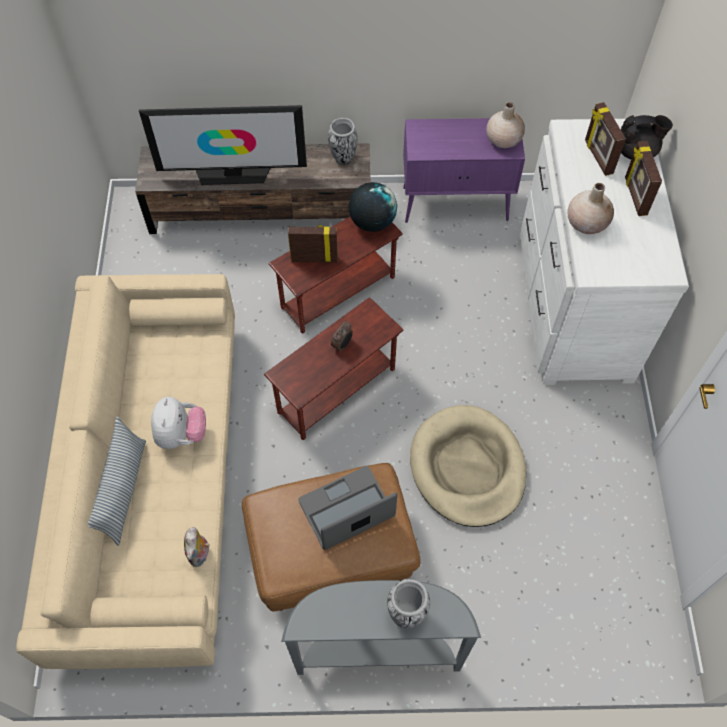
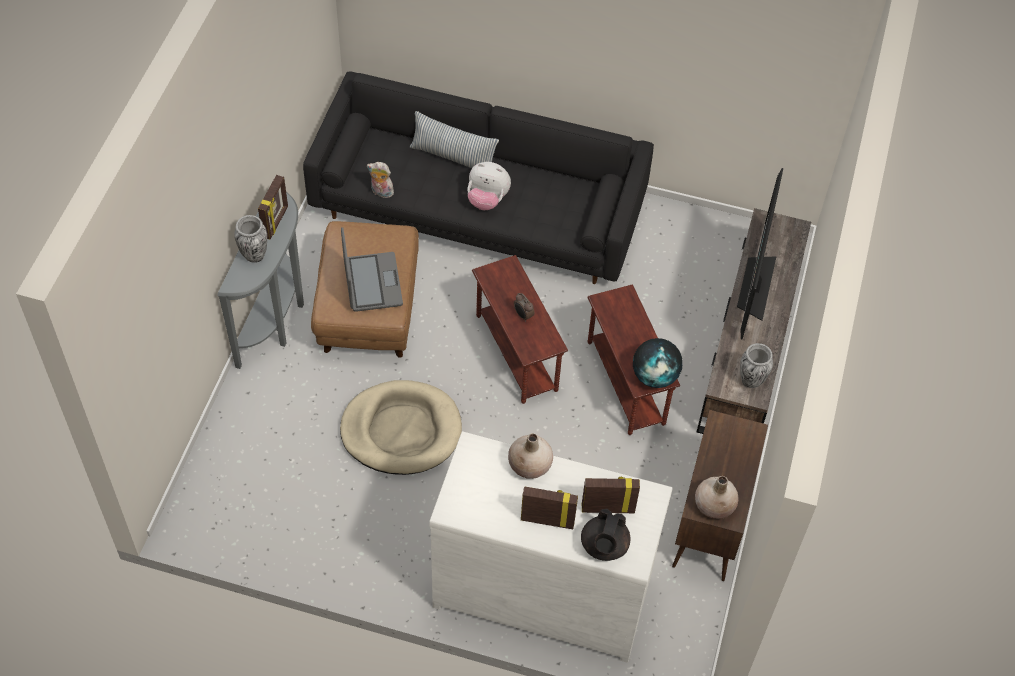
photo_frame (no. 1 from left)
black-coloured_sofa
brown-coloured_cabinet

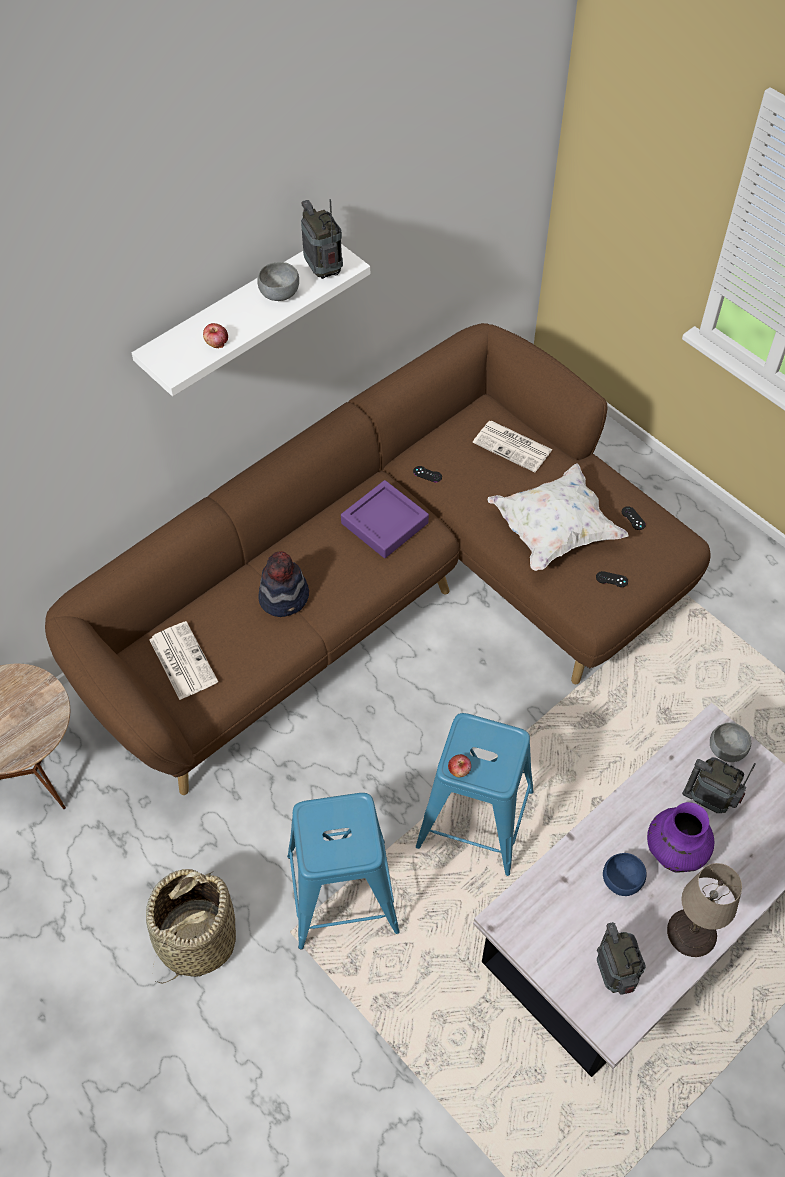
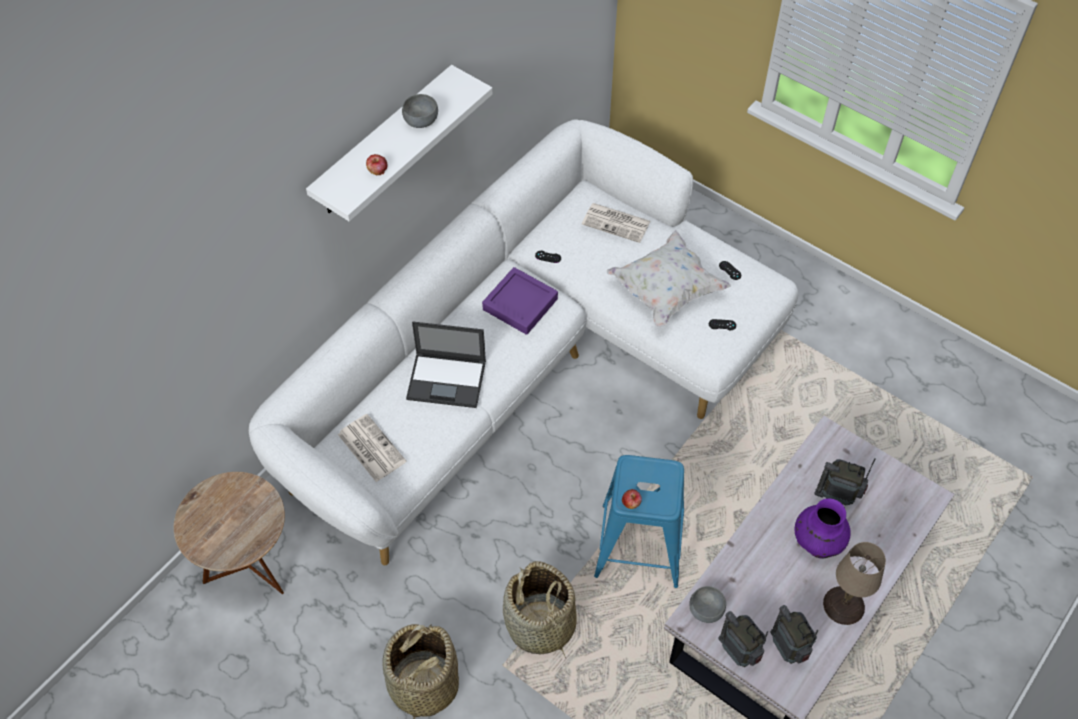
white_sofa
notebook_computer
storage_basket (no. 2 from left)
grey_serving_bowl (no. 2 from left)
radio_receiver (no. 1 from left)
blue_serving_bowl

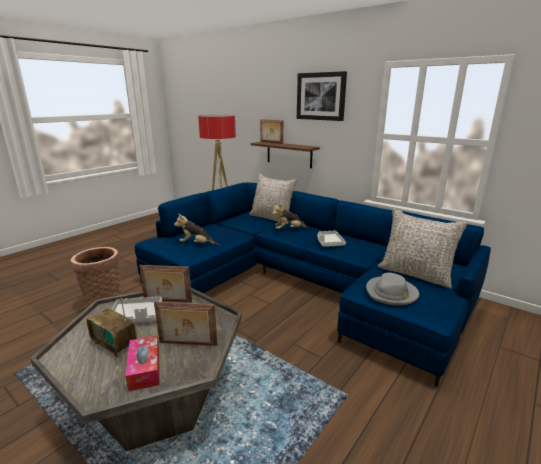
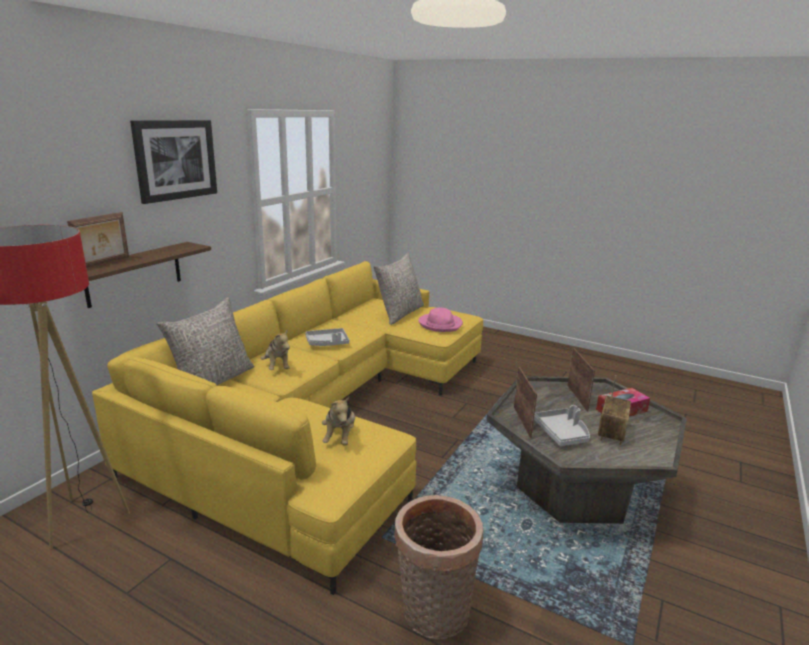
yellowish_sofa
pink-coloured_wearable_hat

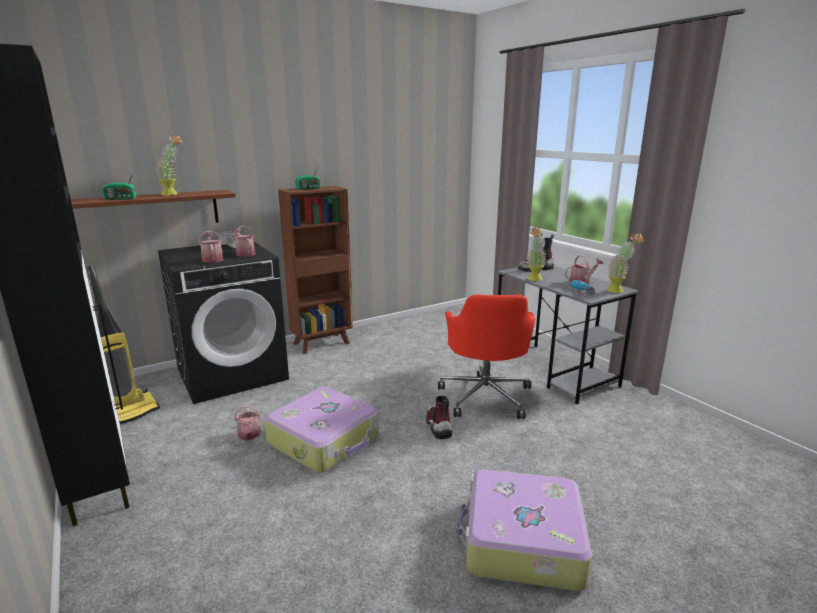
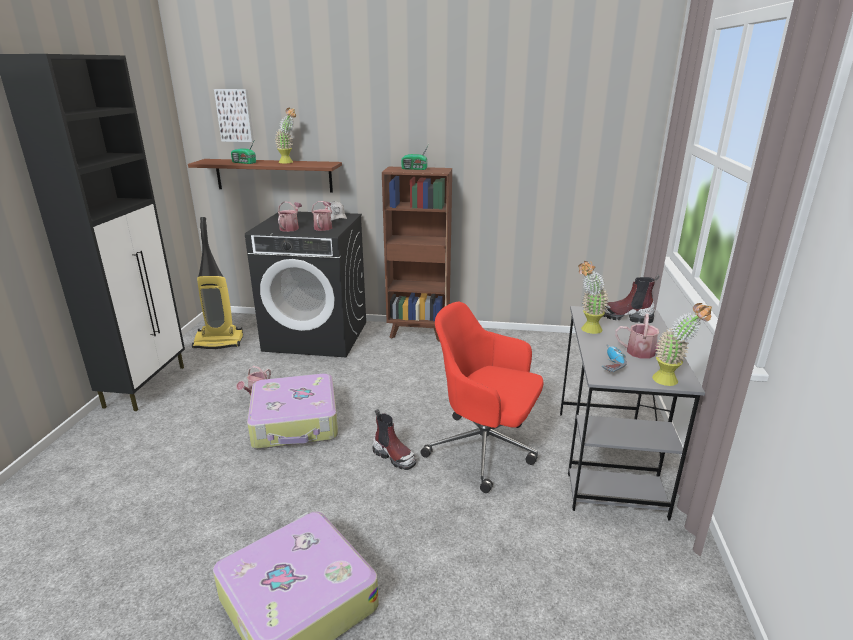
picture
boot (no. 1 from left)
red_computer_chair

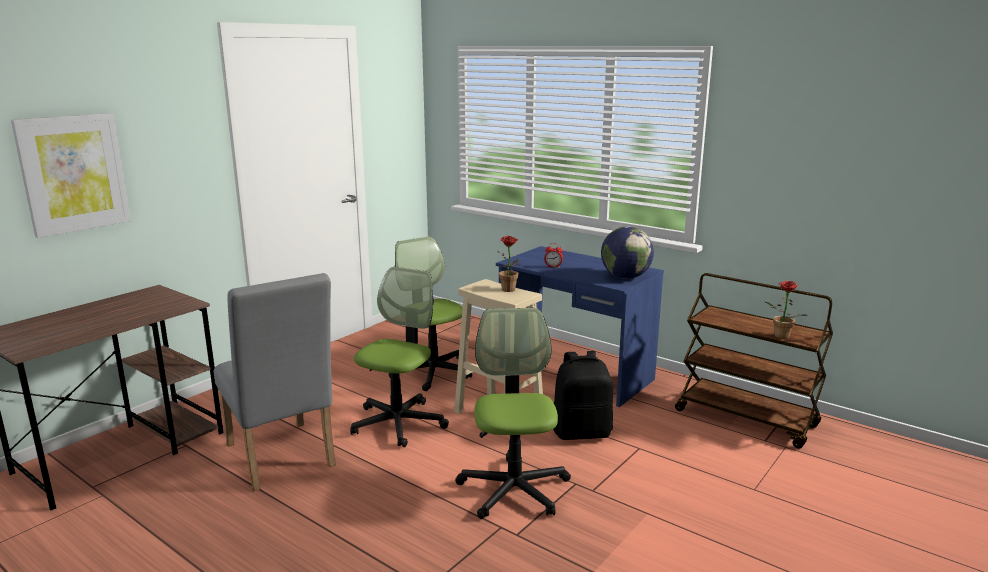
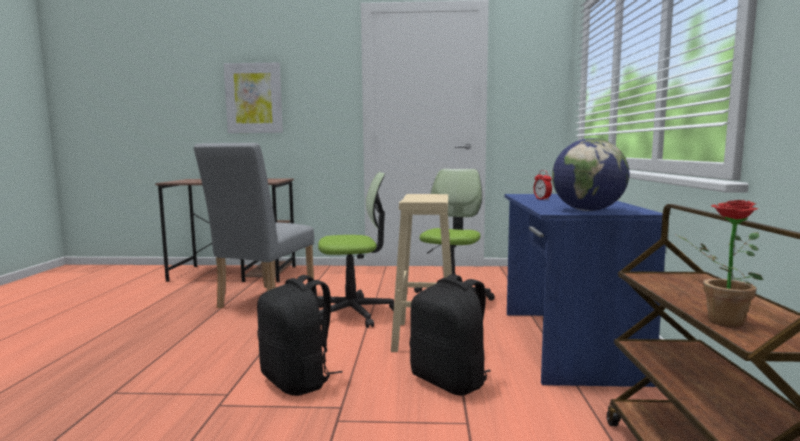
black-coloured_rucksack (no. 1 from left)
houseplant (no. 1 from left in the first image)

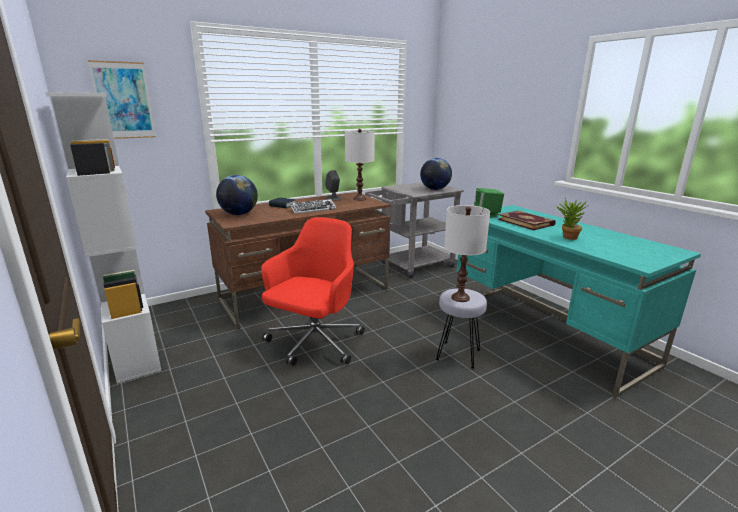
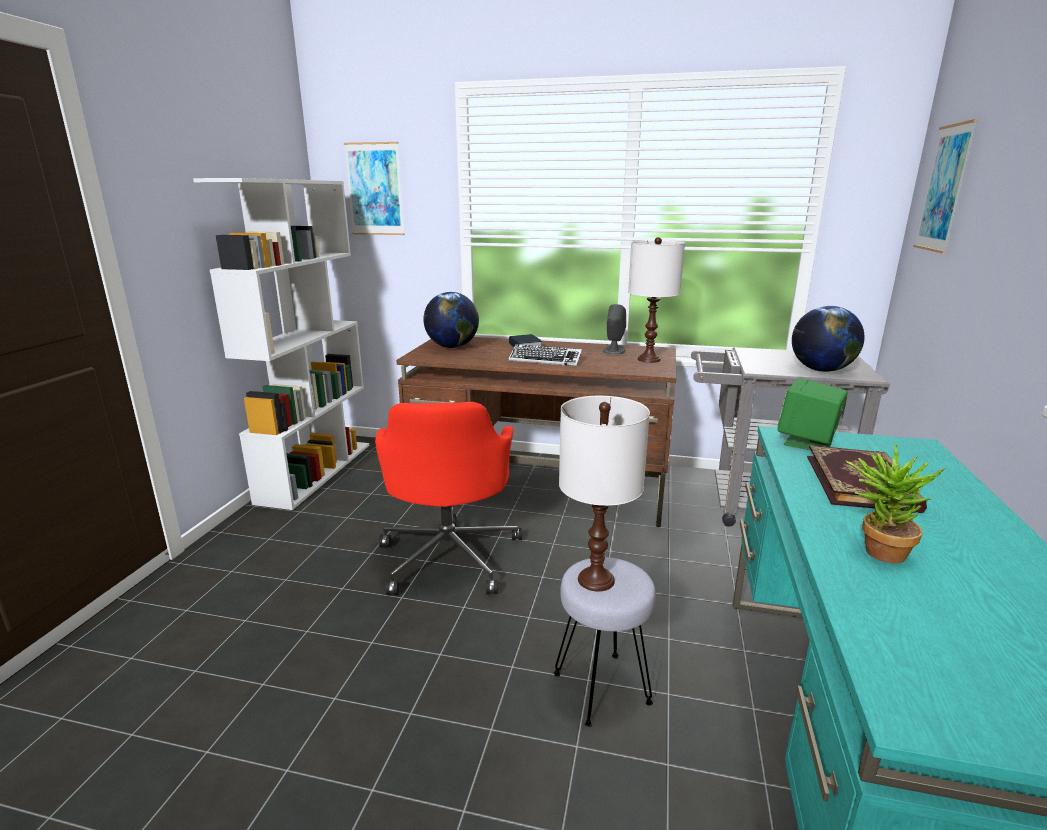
red_computer_chair
picture (no. 2 from left)

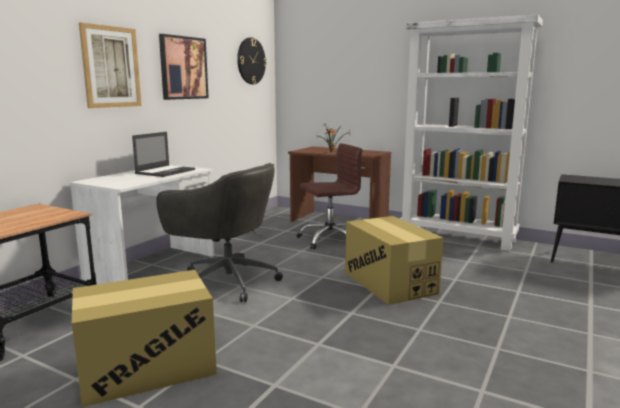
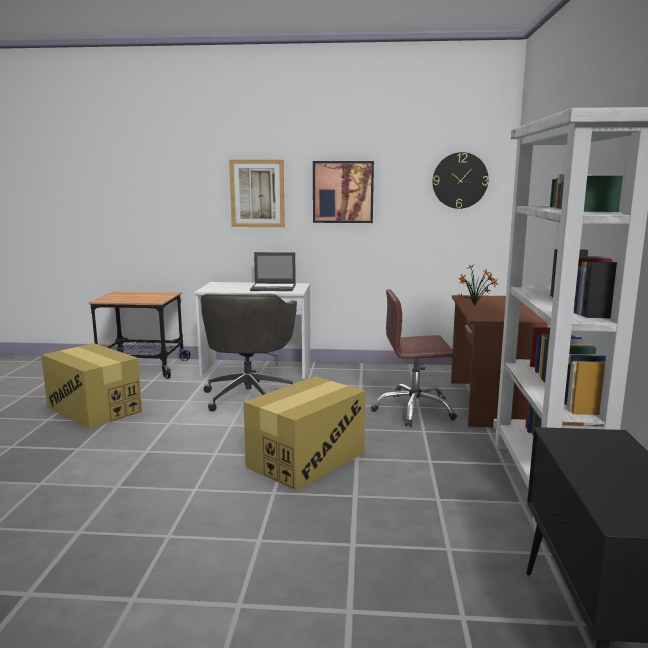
brown-coloured_computer_chair

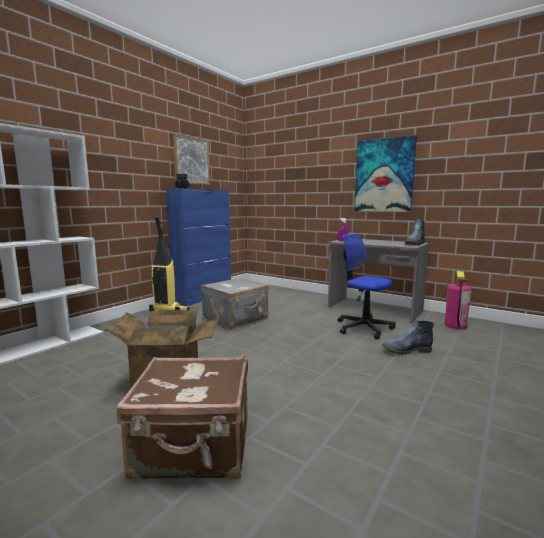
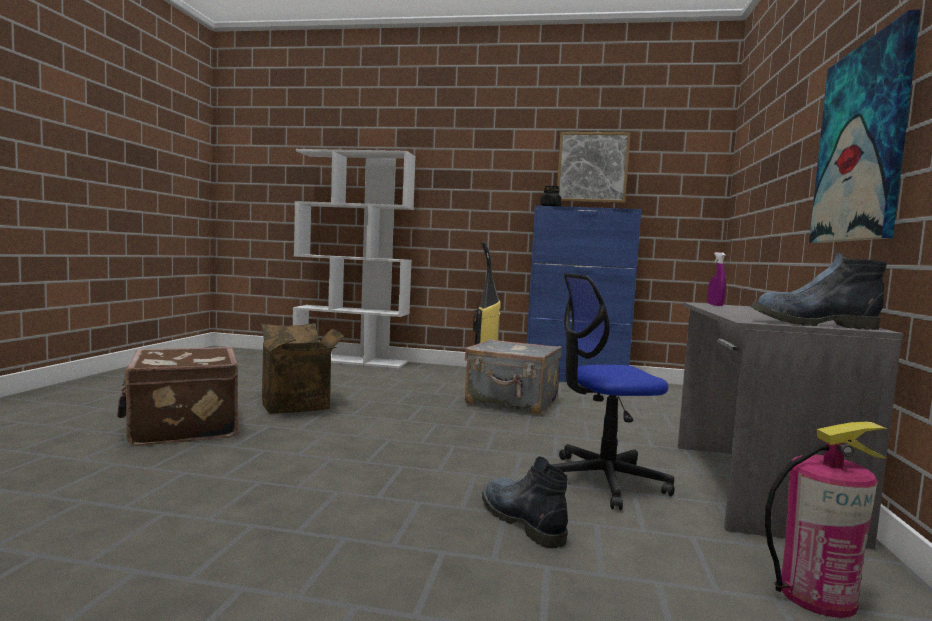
computer_chair

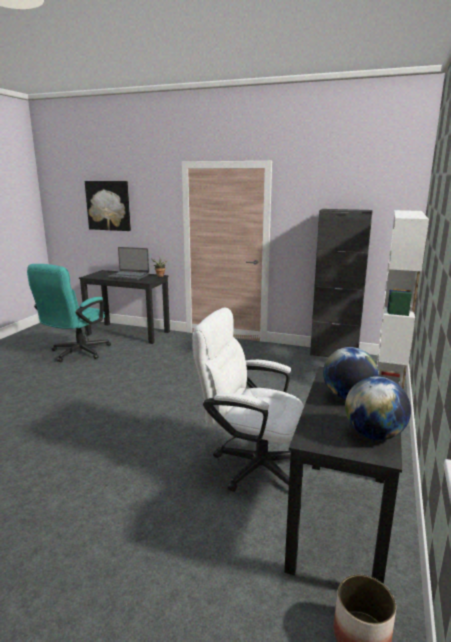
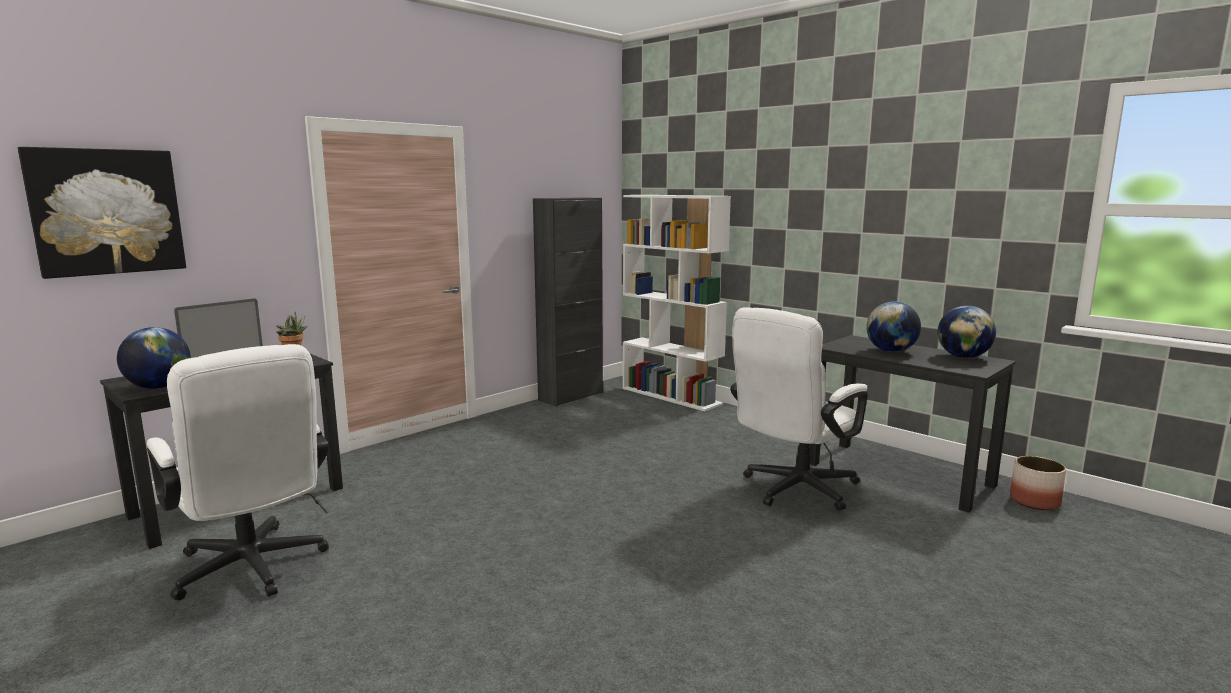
globe (no. 1 from left)
white_computer_chair (no. 1 from left)

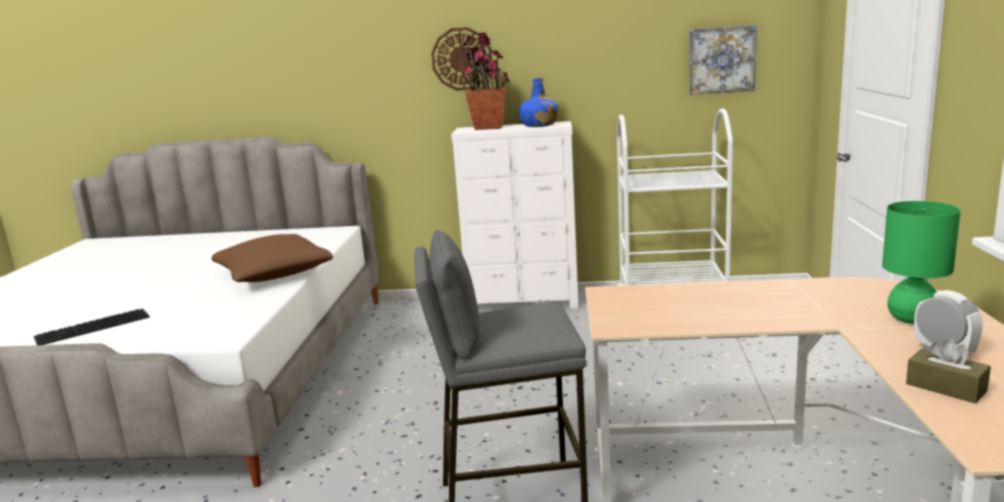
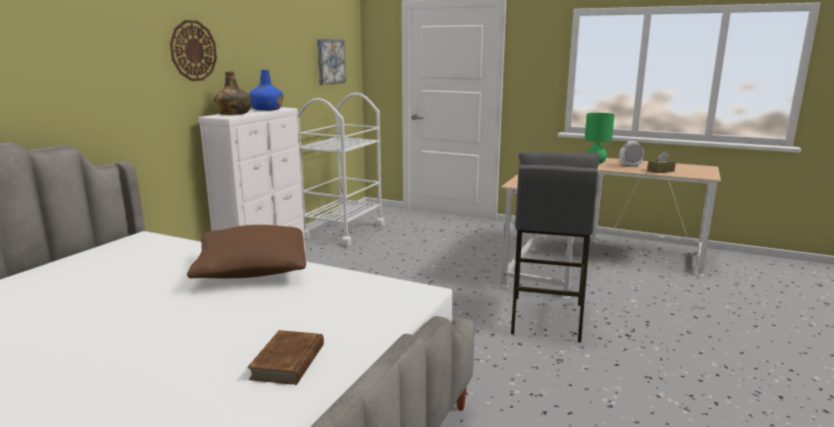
green_drink_bottle
brown-coloured_bound_book

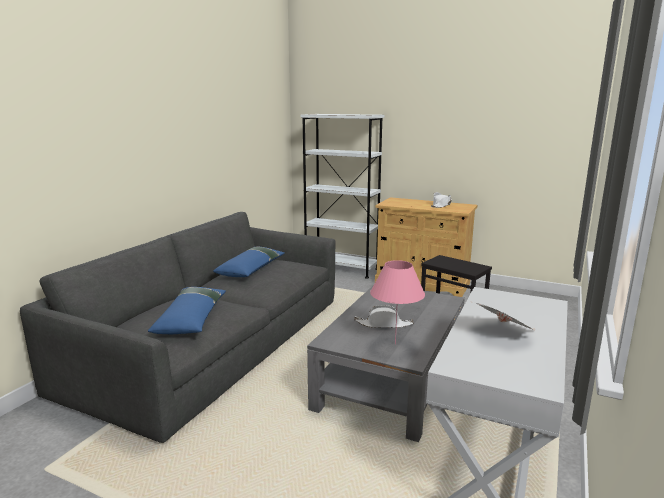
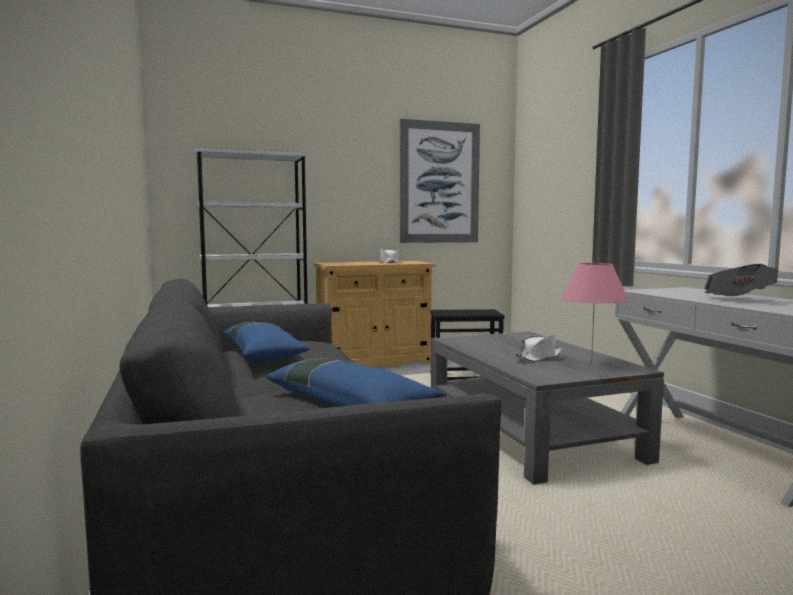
picture

